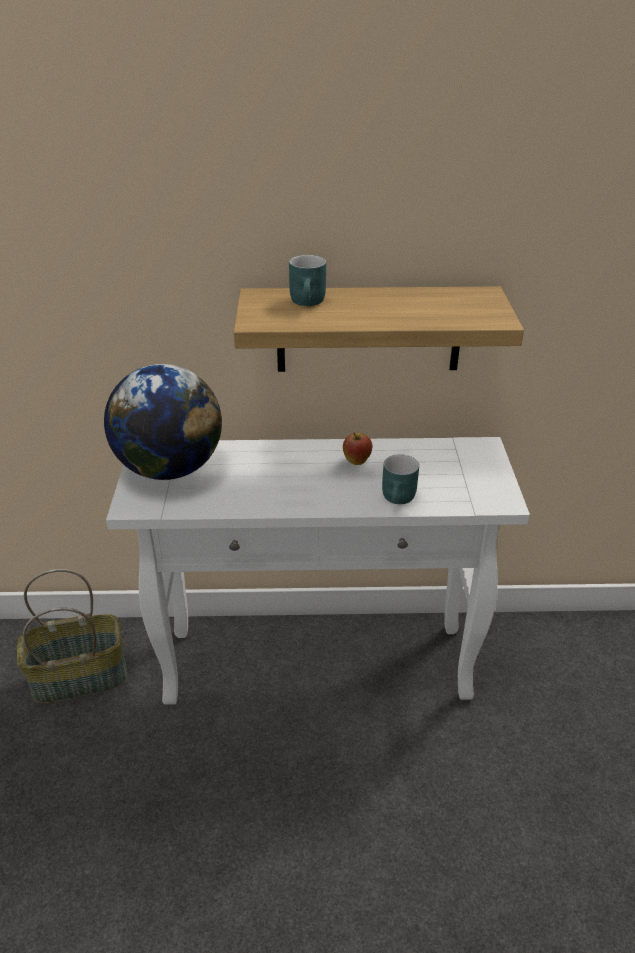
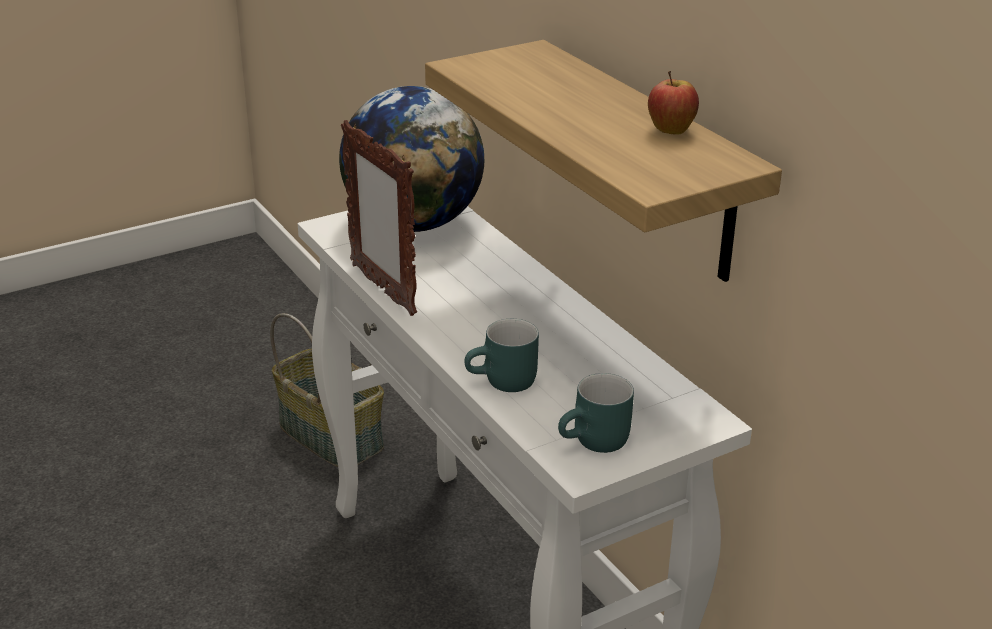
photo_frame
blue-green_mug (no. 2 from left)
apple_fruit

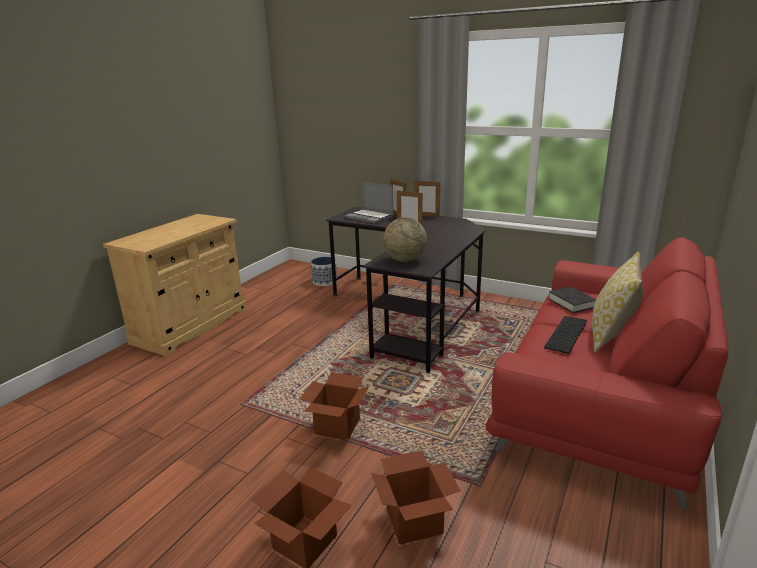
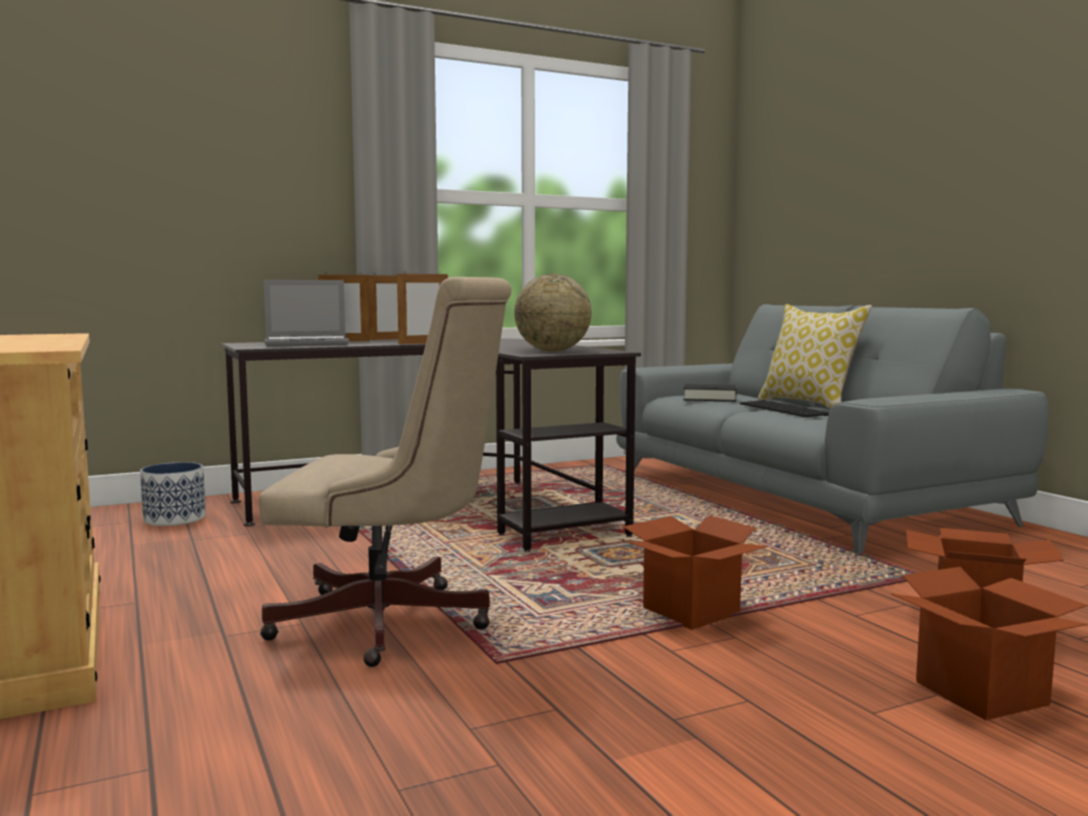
beige_computer_chair
grey_sofa

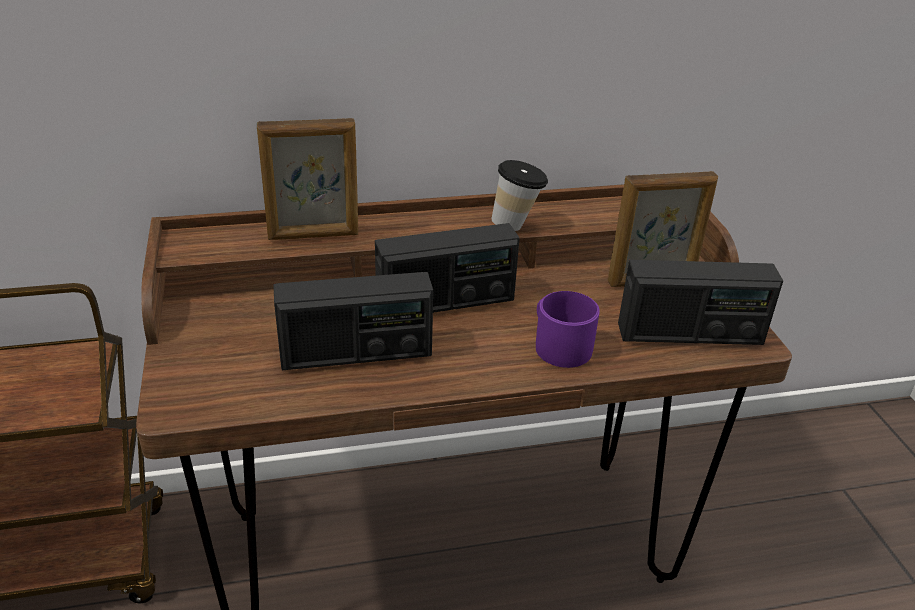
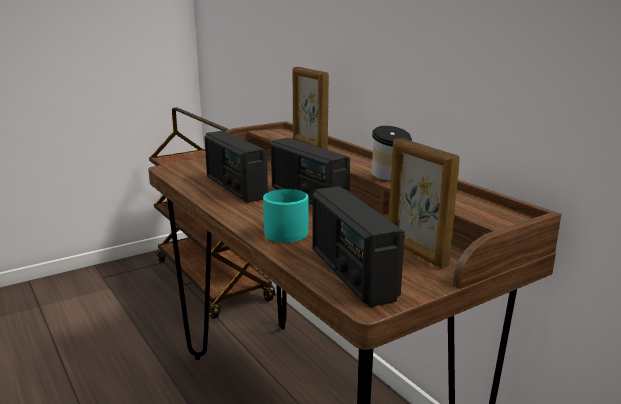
blue-green_mug

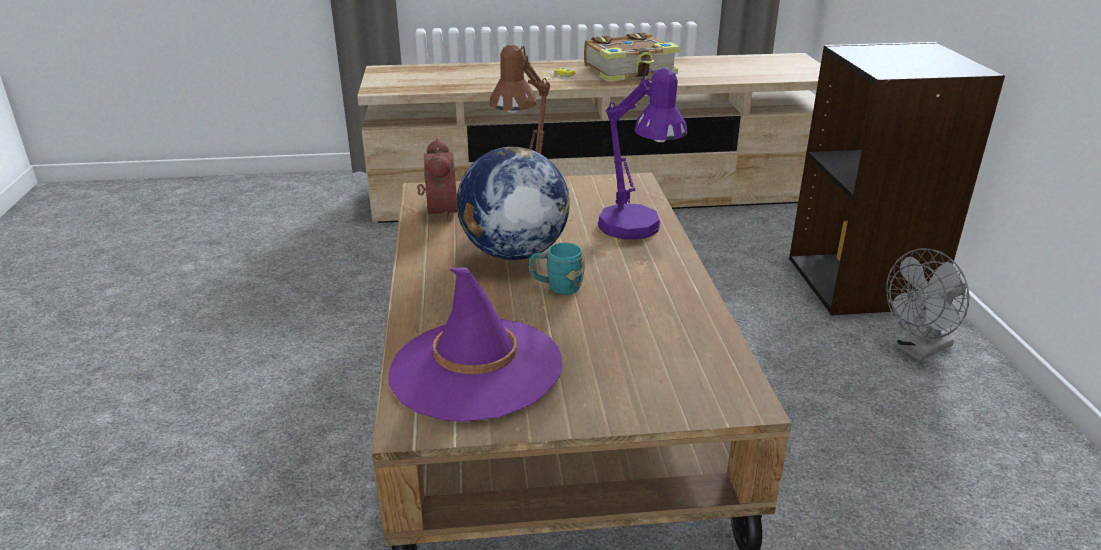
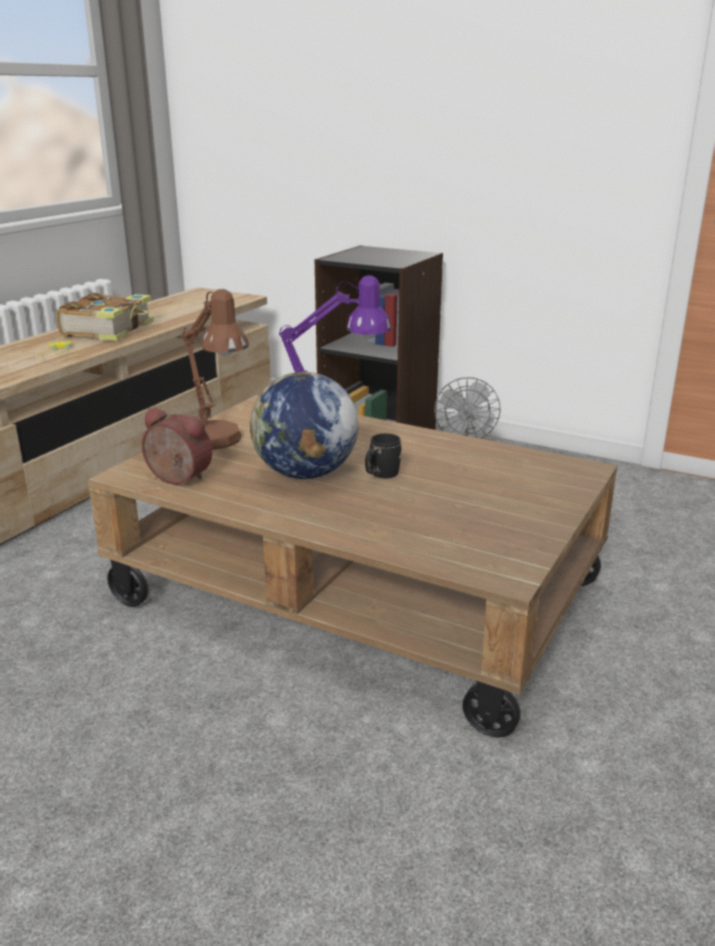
black-coloured_mug
purplish_wearable_hat

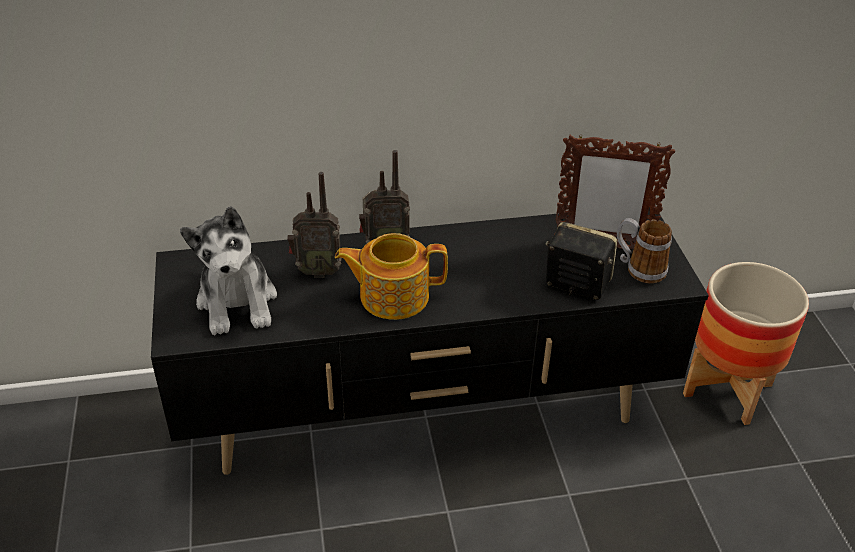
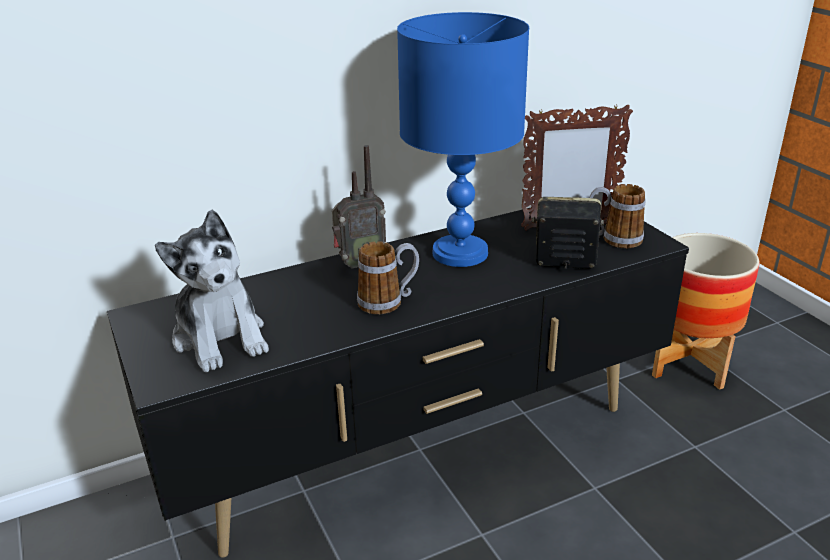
mug (no. 1 from left)
blue_lamp_for_a_table
radio_receiver (no. 1 from left in the first image)

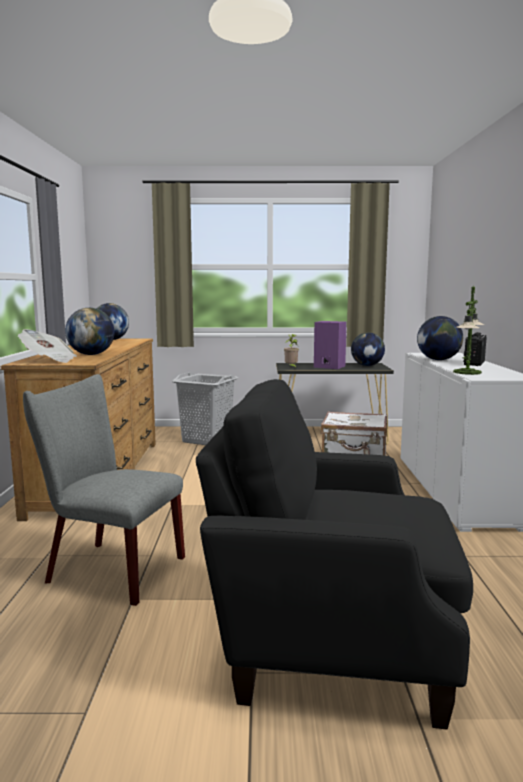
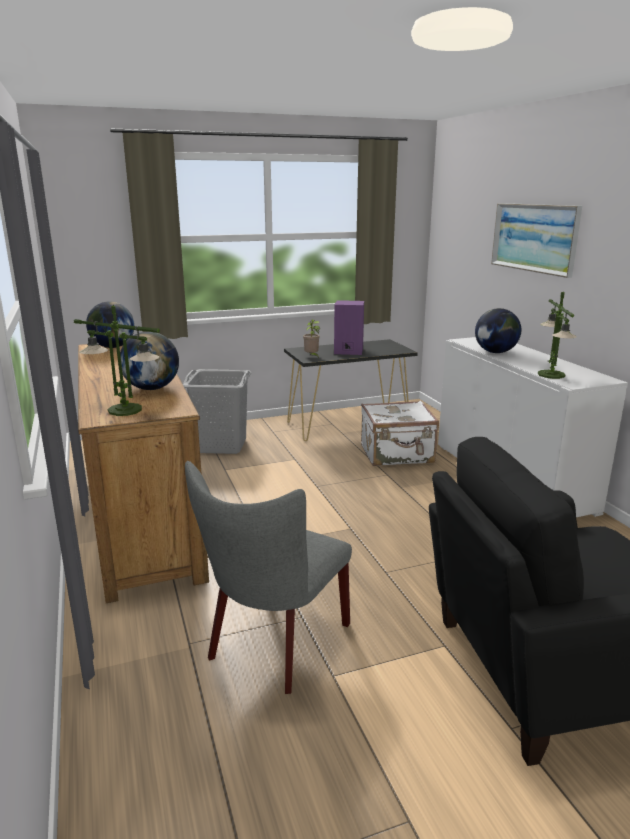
lamp_for_a_table (no. 1 from left)
grey_upright_chair
picture
globe (no. 3 from left in the first image)
radio_receiver

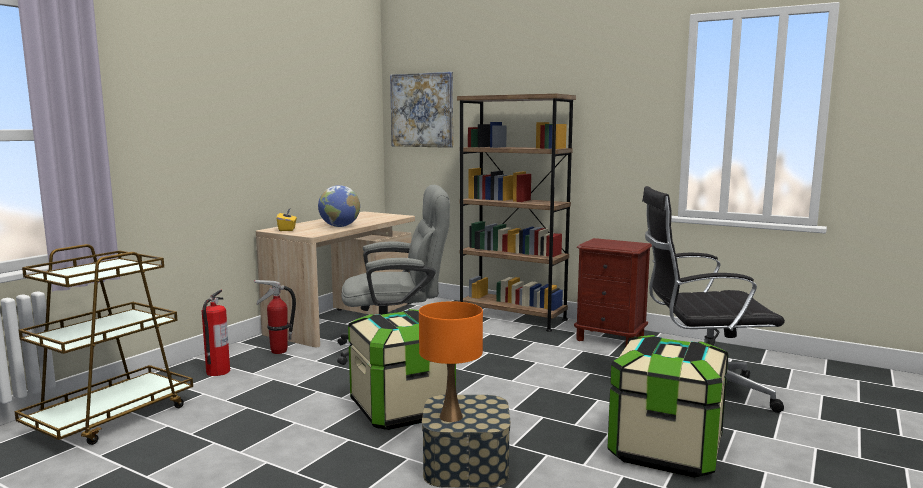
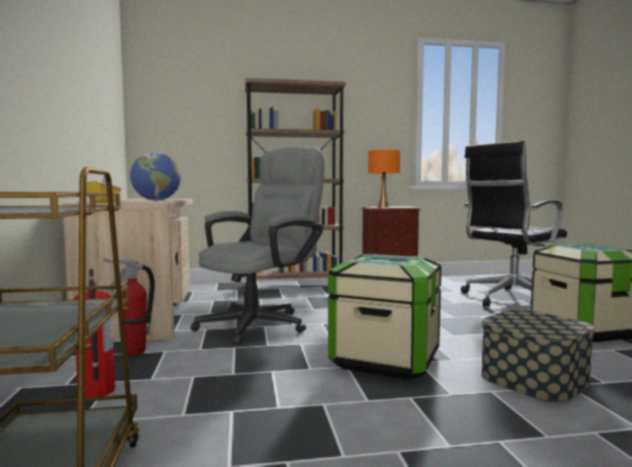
orange_lamp_for_a_table
picture

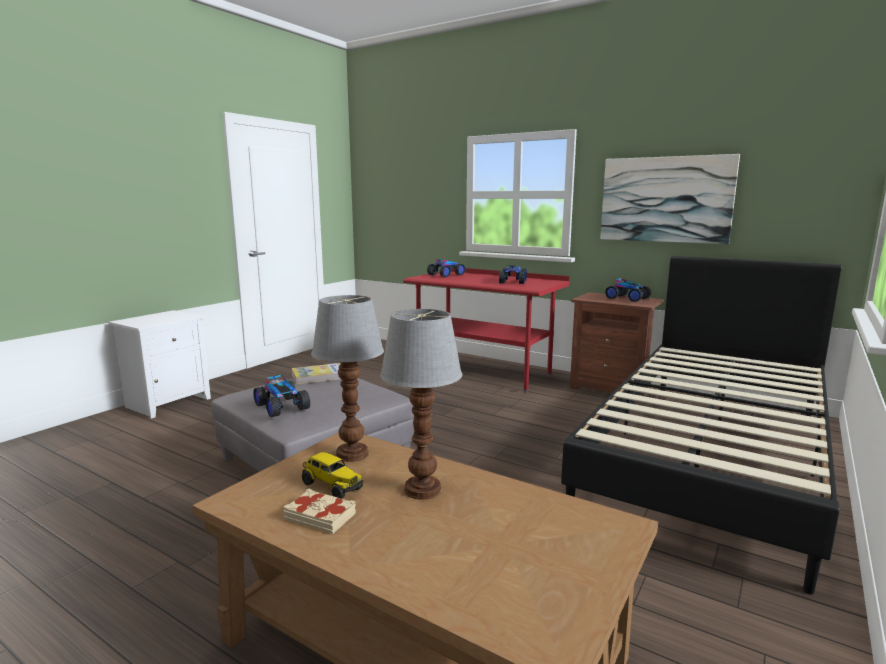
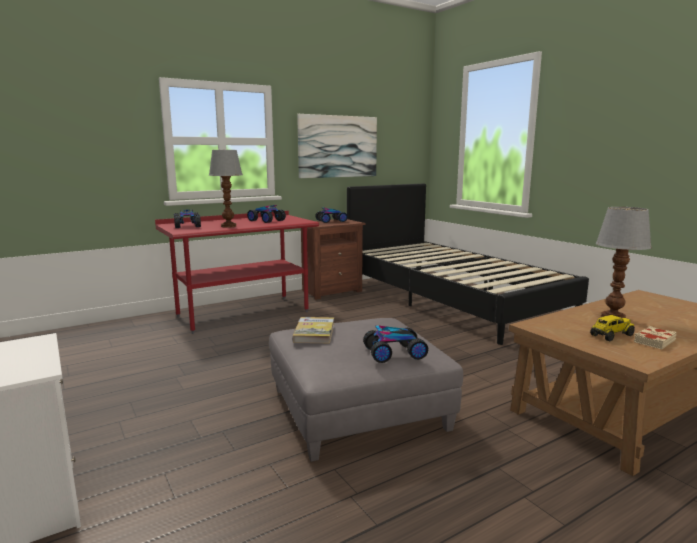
lamp_for_a_table (no. 1 from left)

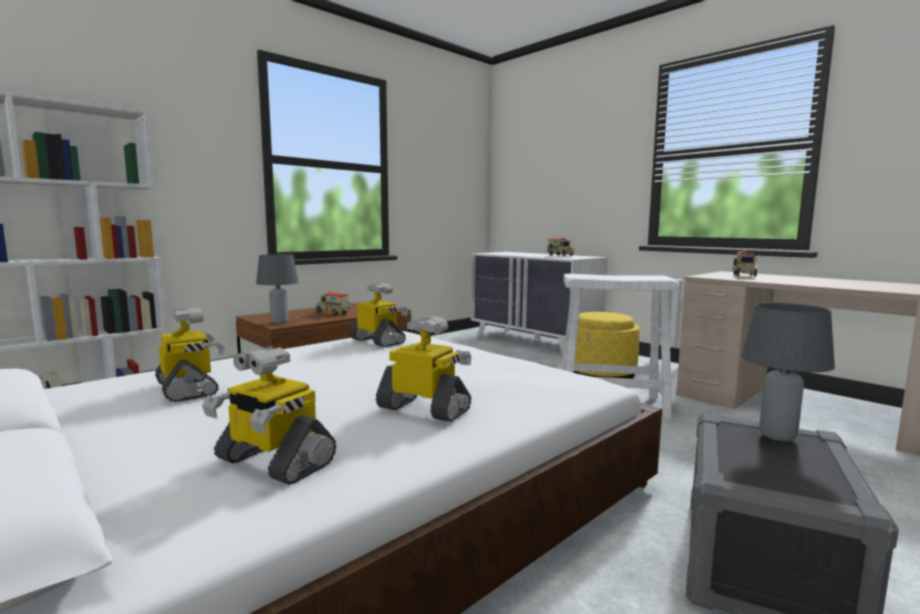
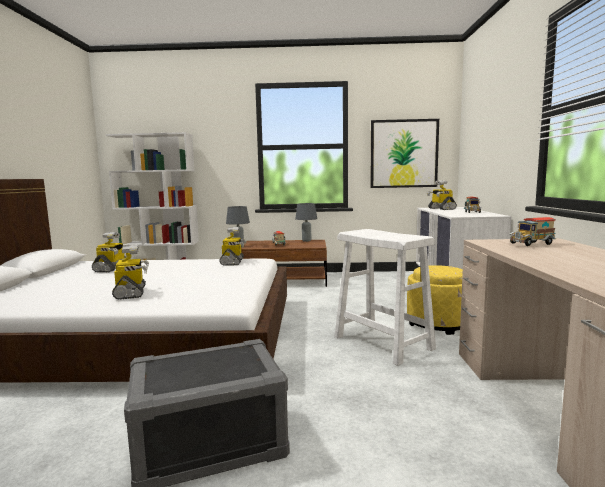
grey_lamp_for_a_table (no. 2 from left)
picture
toy_robot (no. 4 from left)

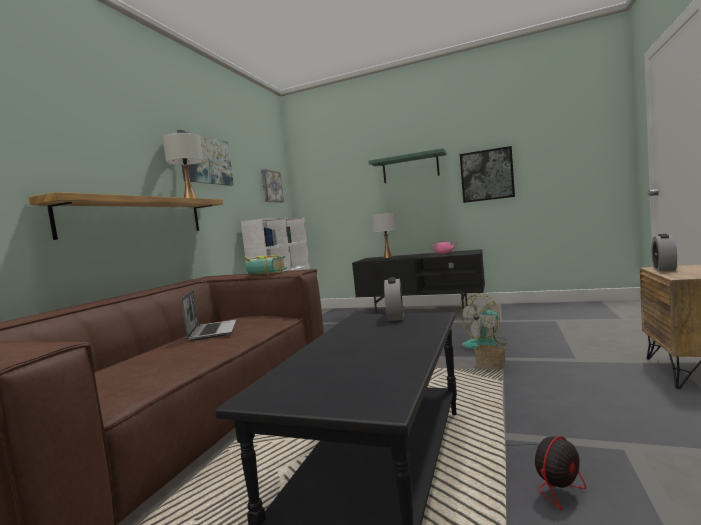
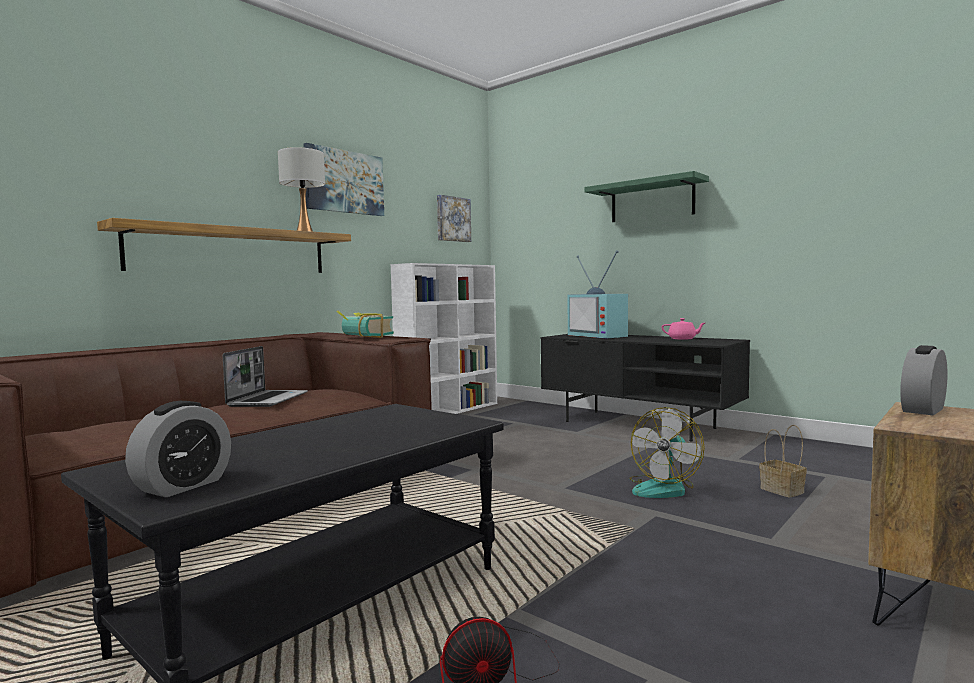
table_clock (no. 1 from left)
TV_set
fan (no. 2 from left)
storage_basket
picture (no. 3 from left in the first image)

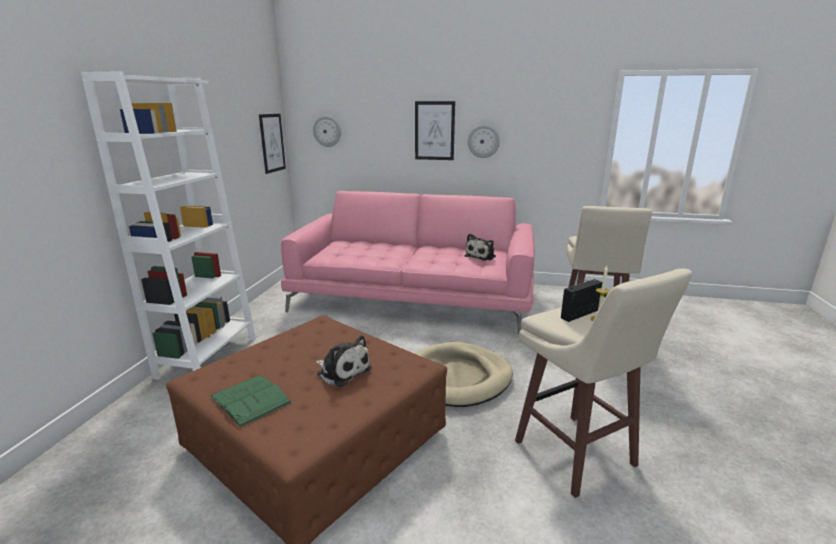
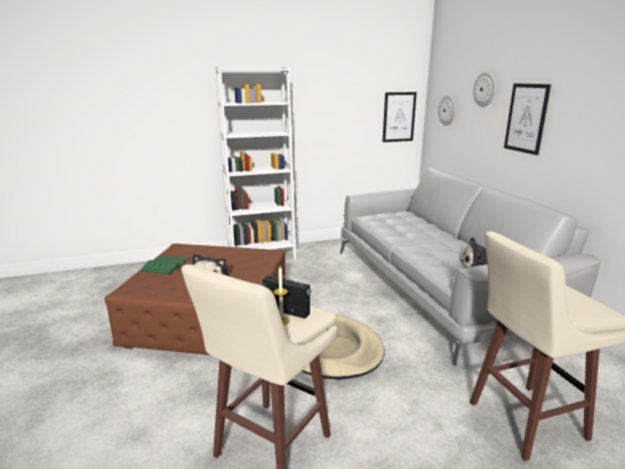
grey_sofa
wall_clock (no. 2 from left)

